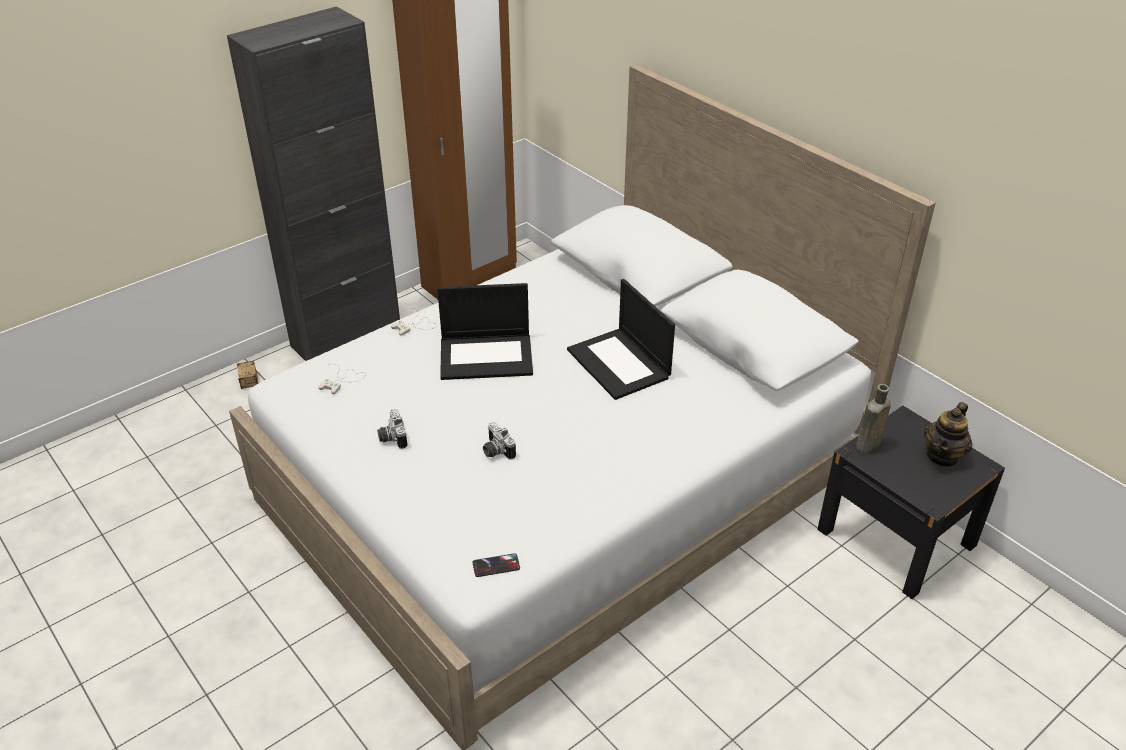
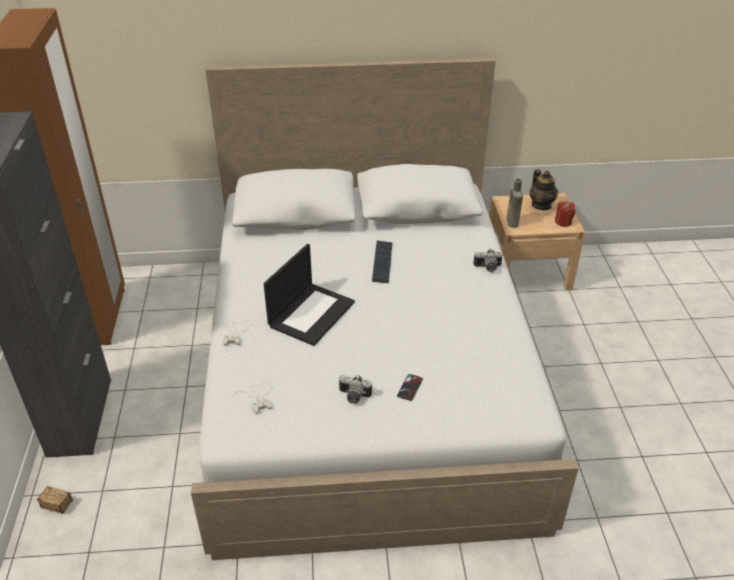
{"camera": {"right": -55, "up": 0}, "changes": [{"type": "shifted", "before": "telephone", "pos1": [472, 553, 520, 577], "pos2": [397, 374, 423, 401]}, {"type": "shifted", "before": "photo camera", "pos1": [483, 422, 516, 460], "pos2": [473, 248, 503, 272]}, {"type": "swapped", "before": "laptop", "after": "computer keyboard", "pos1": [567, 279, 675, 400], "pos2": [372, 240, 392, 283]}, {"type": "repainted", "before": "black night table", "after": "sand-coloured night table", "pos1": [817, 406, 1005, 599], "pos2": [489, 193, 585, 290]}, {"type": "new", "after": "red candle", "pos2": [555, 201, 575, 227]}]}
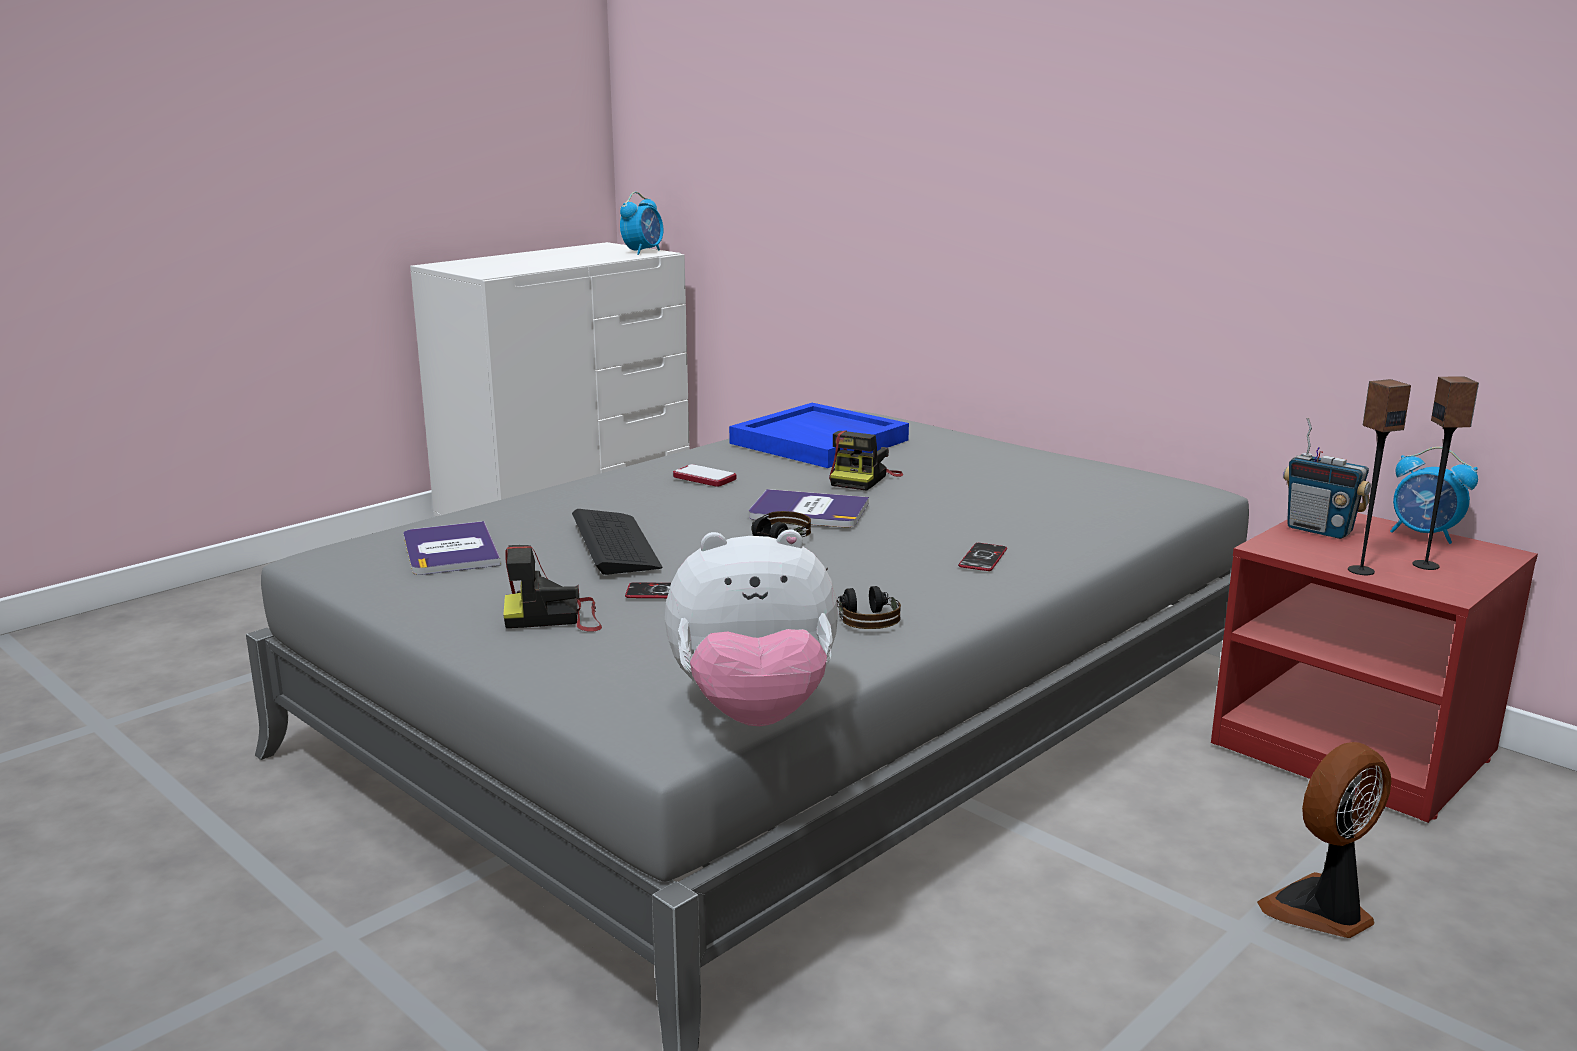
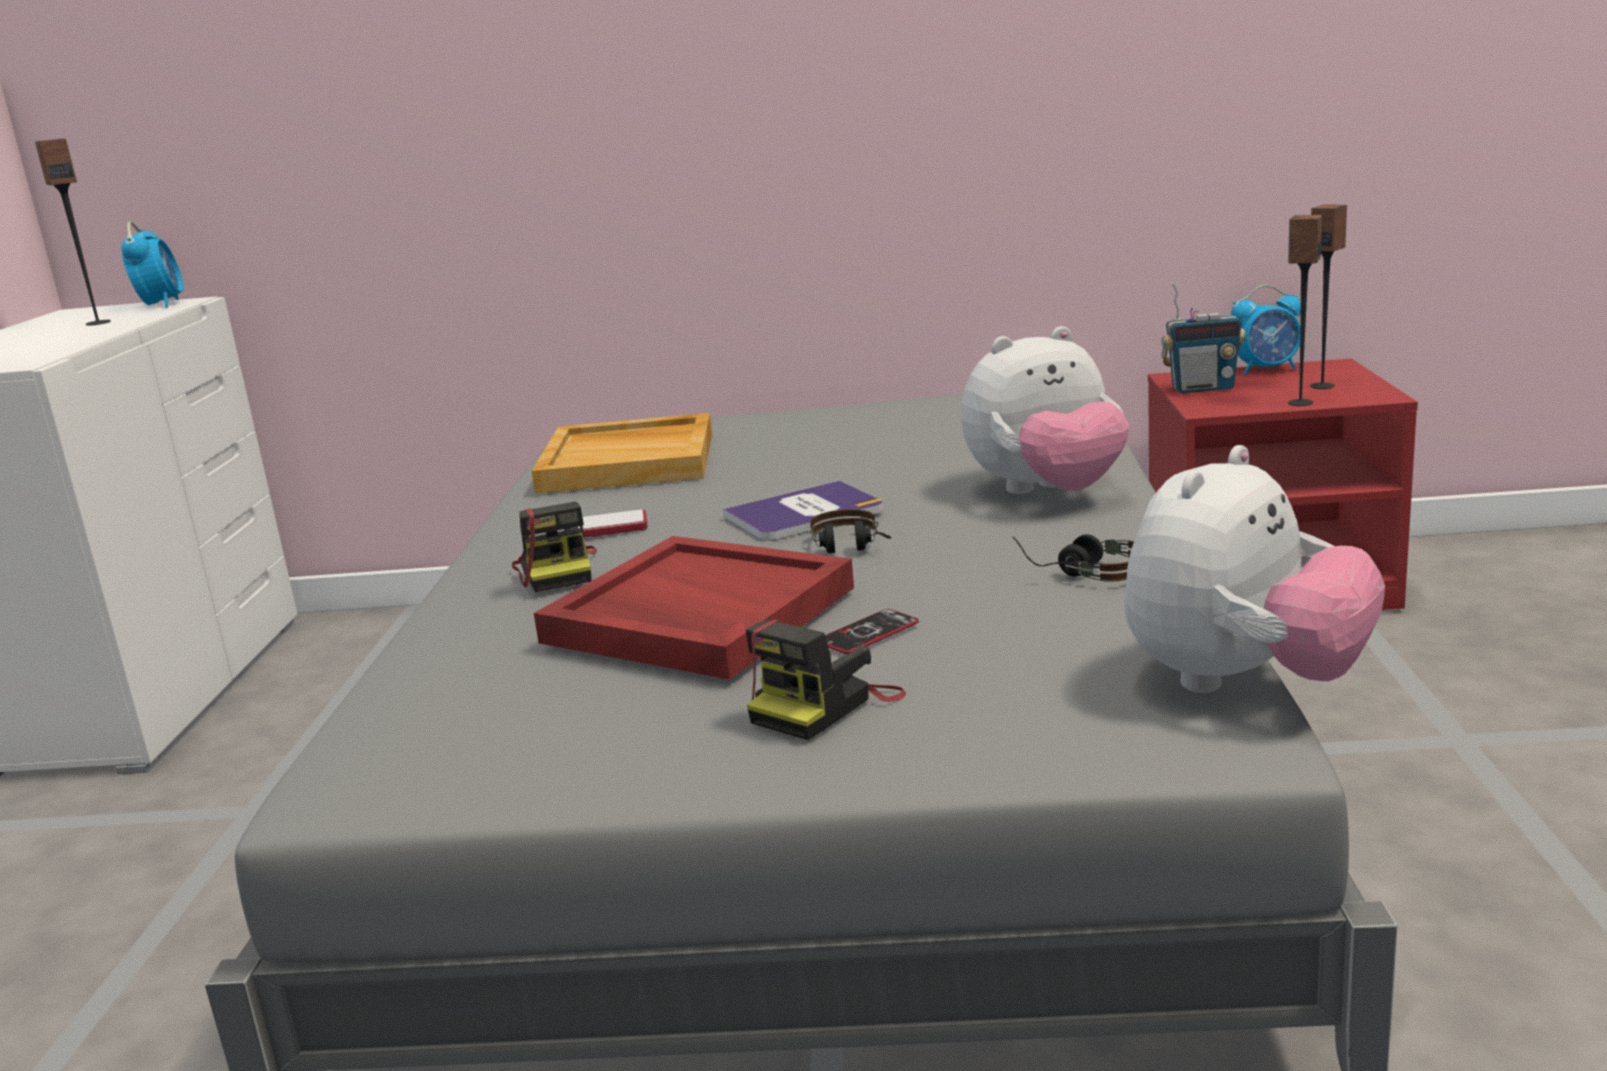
{"camera": {"right": -40, "up": 0}, "changes": [{"type": "gone", "before": "book", "pos1": [403, 521, 501, 575]}, {"type": "swapped", "before": "computer keyboard", "after": "red tray", "pos1": [572, 509, 662, 575], "pos2": [534, 536, 854, 680]}, {"type": "repainted", "before": "blue-coloured tray", "after": "sand-coloured tray", "pos1": [729, 403, 909, 468], "pos2": [532, 413, 712, 494]}, {"type": "shifted", "before": "photo camera", "pos1": [829, 431, 903, 491], "pos2": [512, 502, 597, 592]}, {"type": "swapped", "before": "telephone", "after": "cuddly toy", "pos1": [958, 543, 1007, 571], "pos2": [961, 326, 1129, 494]}, {"type": "gone", "before": "fan", "pos1": [1257, 742, 1391, 938]}, {"type": "new", "after": "speaker", "pos2": [35, 138, 111, 326]}]}
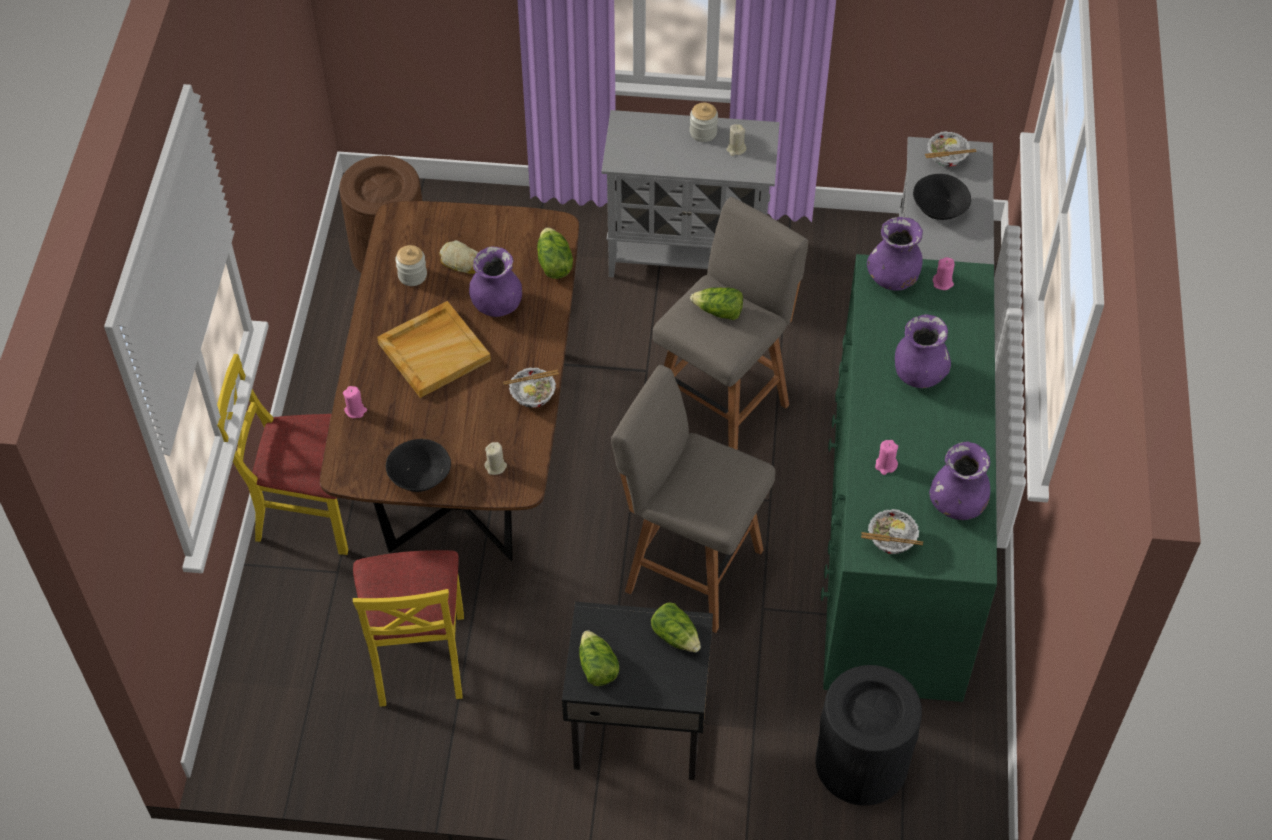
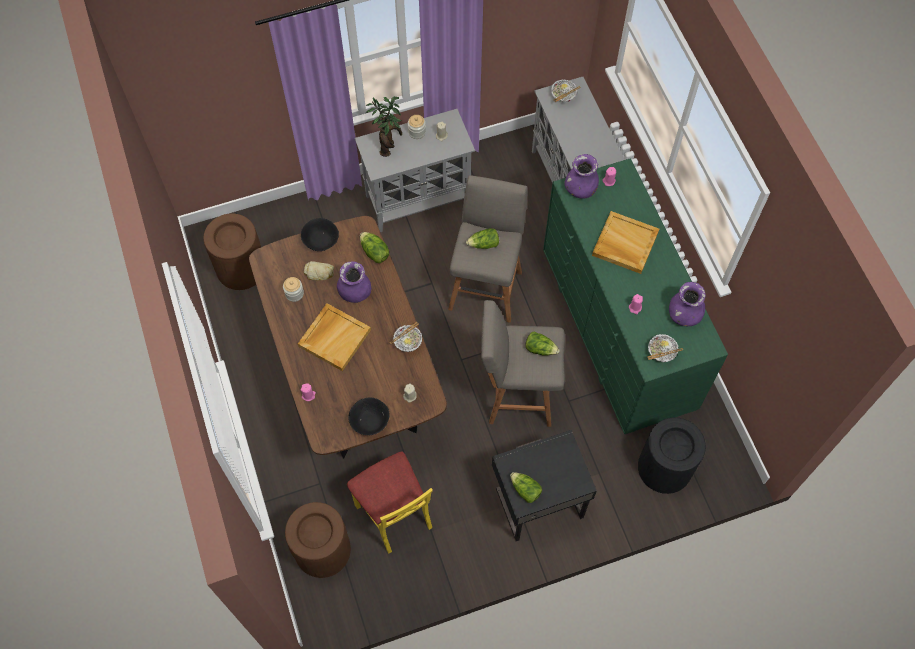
{"camera": {"right": -25, "up": 10}, "changes": [{"type": "gone", "before": "yellow chair", "pos1": [217, 354, 348, 555]}, {"type": "shifted", "before": "head of lettuce", "pos1": [651, 603, 701, 652], "pos2": [526, 331, 559, 356]}, {"type": "swapped", "before": "purplish decorative vase", "after": "sand-coloured tray", "pos1": [895, 314, 951, 388], "pos2": [592, 211, 659, 274]}, {"type": "shifted", "before": "black serving bowl", "pos1": [913, 174, 971, 220], "pos2": [301, 218, 339, 251]}, {"type": "new", "after": "brownish waste bin", "pos2": [285, 502, 351, 578]}, {"type": "new", "after": "potted plant", "pos2": [366, 96, 402, 157]}]}
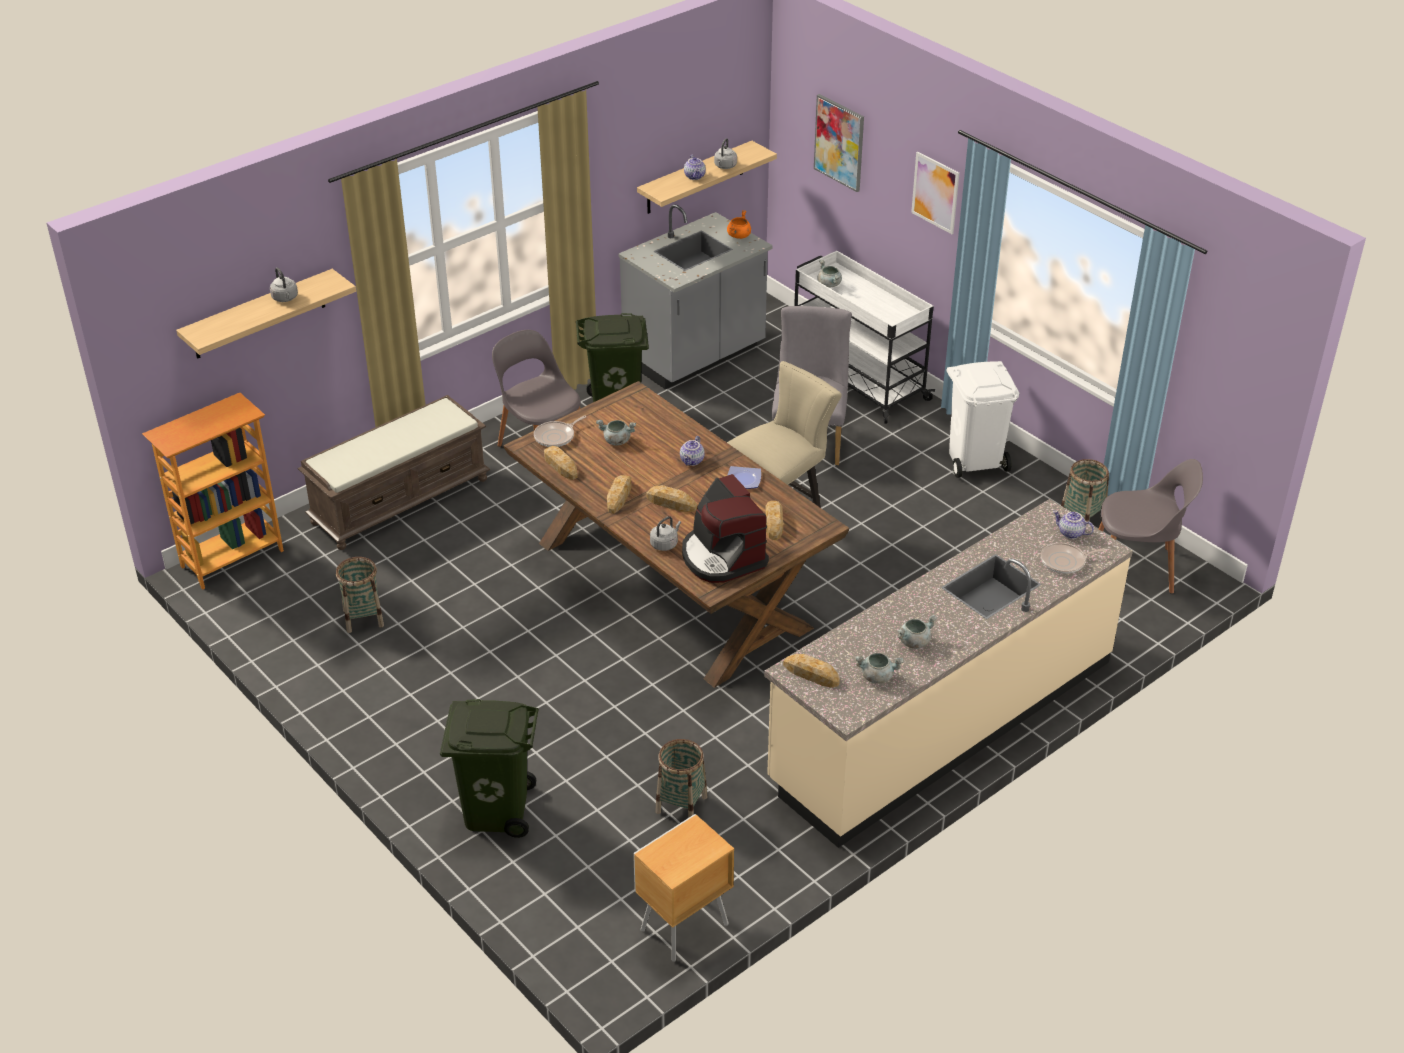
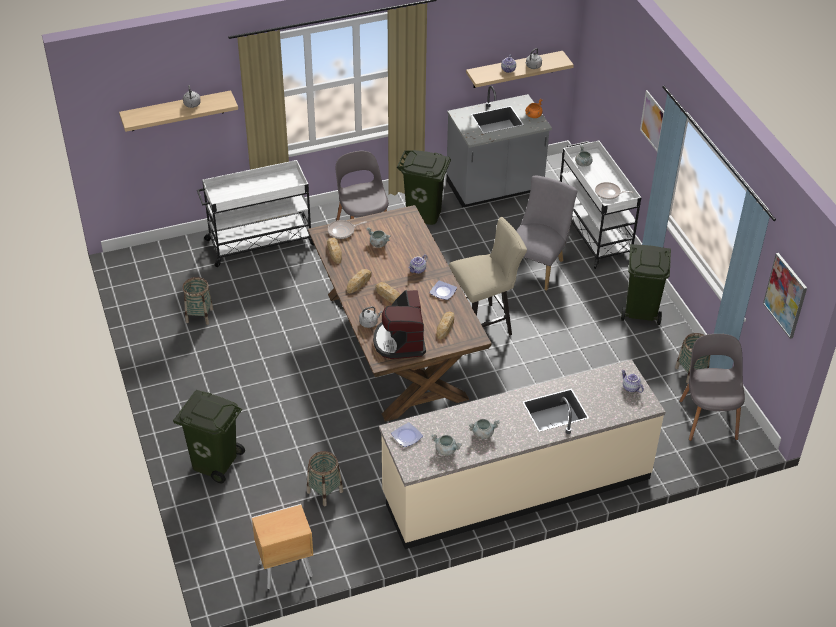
{"camera": {"right": 20, "up": 5}, "changes": [{"type": "gone", "before": "bookshelf", "pos1": [142, 393, 284, 589]}, {"type": "swapped", "before": "brownish long seat", "after": "whitish wheeled cart", "pos1": [297, 395, 490, 550], "pos2": [197, 160, 314, 267]}, {"type": "swapped", "before": "bakery bread", "after": "plate", "pos1": [783, 654, 840, 688], "pos2": [391, 422, 423, 447]}, {"type": "shifted", "before": "wall art", "pos1": [814, 94, 864, 192], "pos2": [763, 253, 807, 339]}, {"type": "repainted", "before": "whitish waste bin", "after": "green-coloured waste bin", "pos1": [947, 361, 1019, 478], "pos2": [621, 244, 671, 325]}, {"type": "shifted", "before": "pan", "pos1": [1041, 543, 1106, 574], "pos2": [595, 182, 634, 200]}, {"type": "rotated", "before": "grey chair", "pos1": [1099, 459, 1203, 594], "pos2": [679, 334, 745, 441], "turn": -120}]}
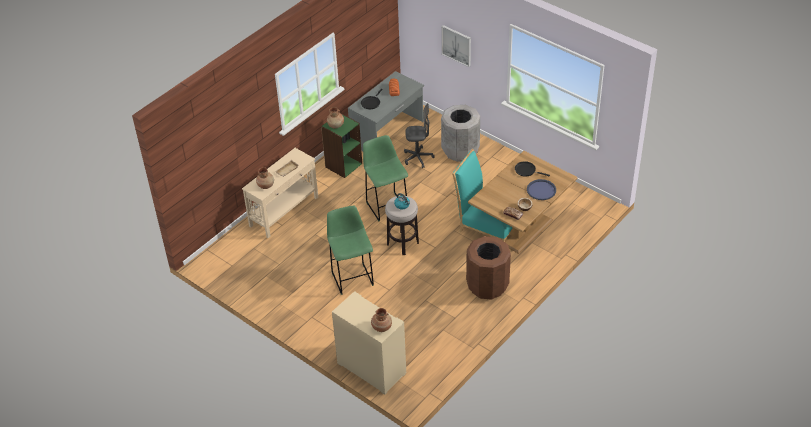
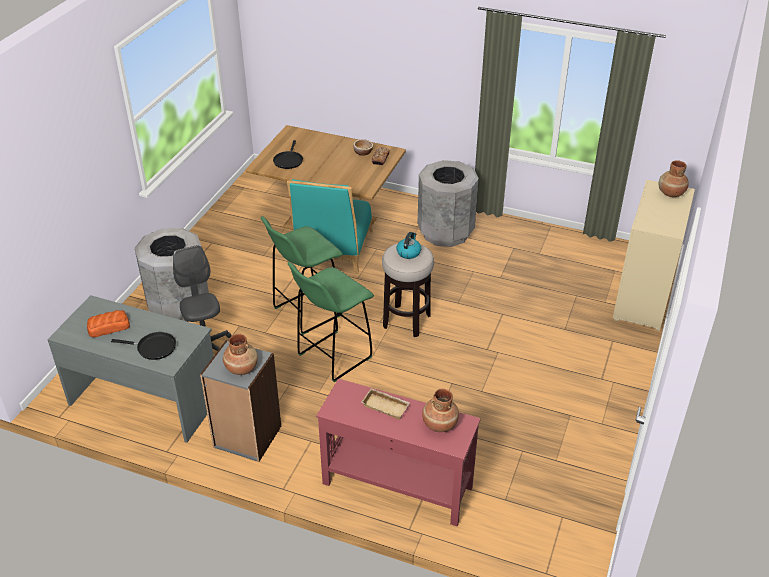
{"camera": {"right": -110, "up": -5}, "changes": [{"type": "repainted", "before": "sand-coloured narrow table", "after": "red narrow table", "pos1": [242, 148, 318, 238], "pos2": [316, 379, 481, 526]}, {"type": "repainted", "before": "green-coloured bookshelf", "after": "grey bookshelf", "pos1": [321, 112, 362, 178], "pos2": [200, 340, 281, 462]}, {"type": "shifted", "before": "green-coloured stool seat", "pos1": [327, 206, 374, 295], "pos2": [261, 216, 343, 335]}, {"type": "gone", "before": "wall art", "pos1": [441, 25, 471, 67]}, {"type": "repainted", "before": "brownish waste bin", "after": "grey waste bin", "pos1": [466, 236, 511, 300], "pos2": [418, 160, 479, 247]}, {"type": "gone", "before": "blue-coloured tray", "pos1": [527, 179, 556, 200]}]}
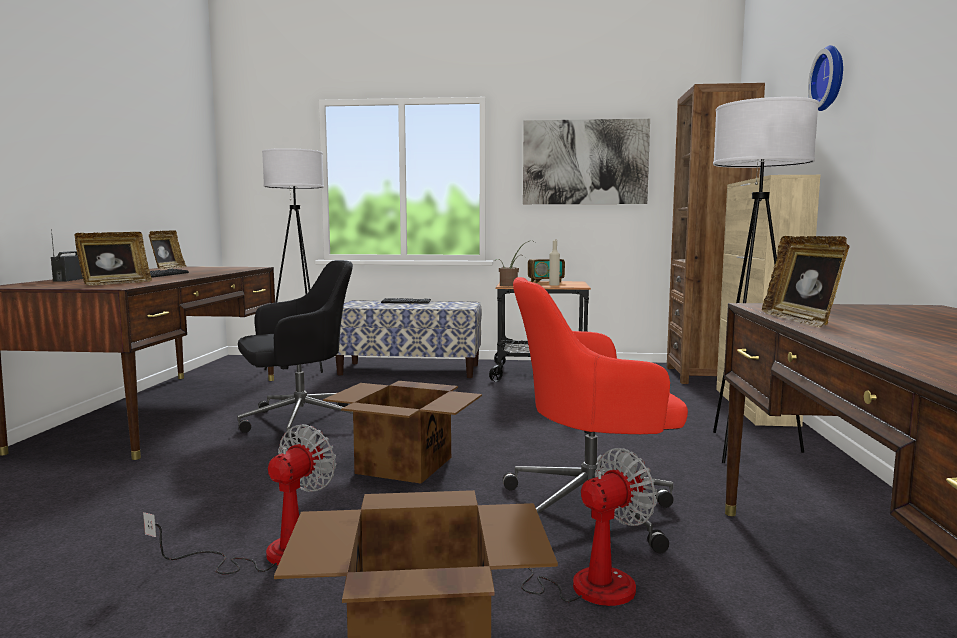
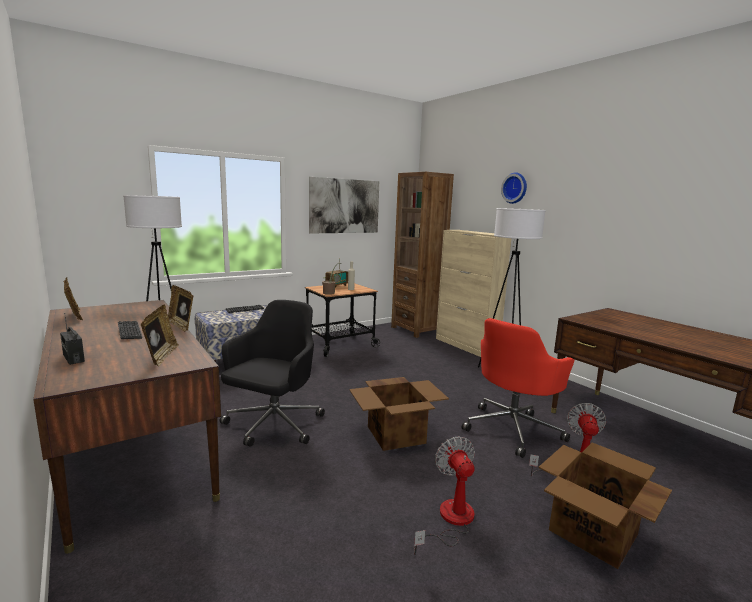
{"camera": {"right": -40, "up": 5}, "changes": [{"type": "shifted", "before": "picture frame", "pos1": [762, 236, 849, 327], "pos2": [167, 285, 194, 332]}]}
